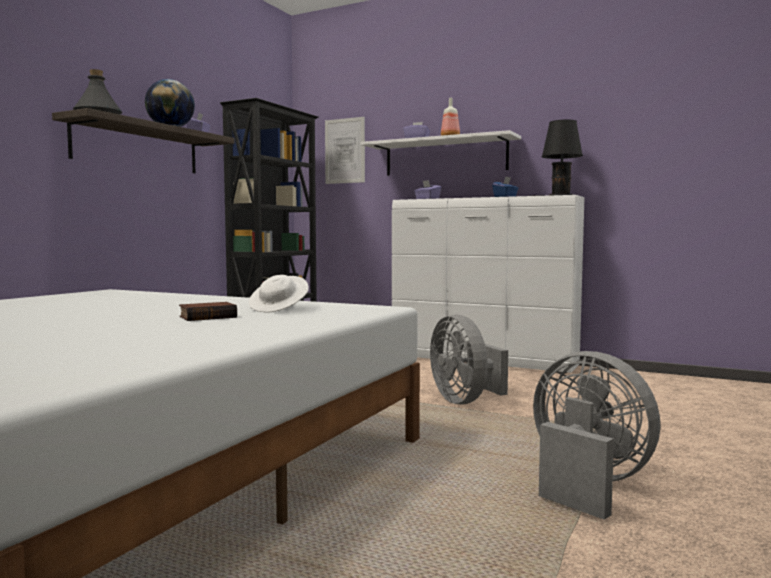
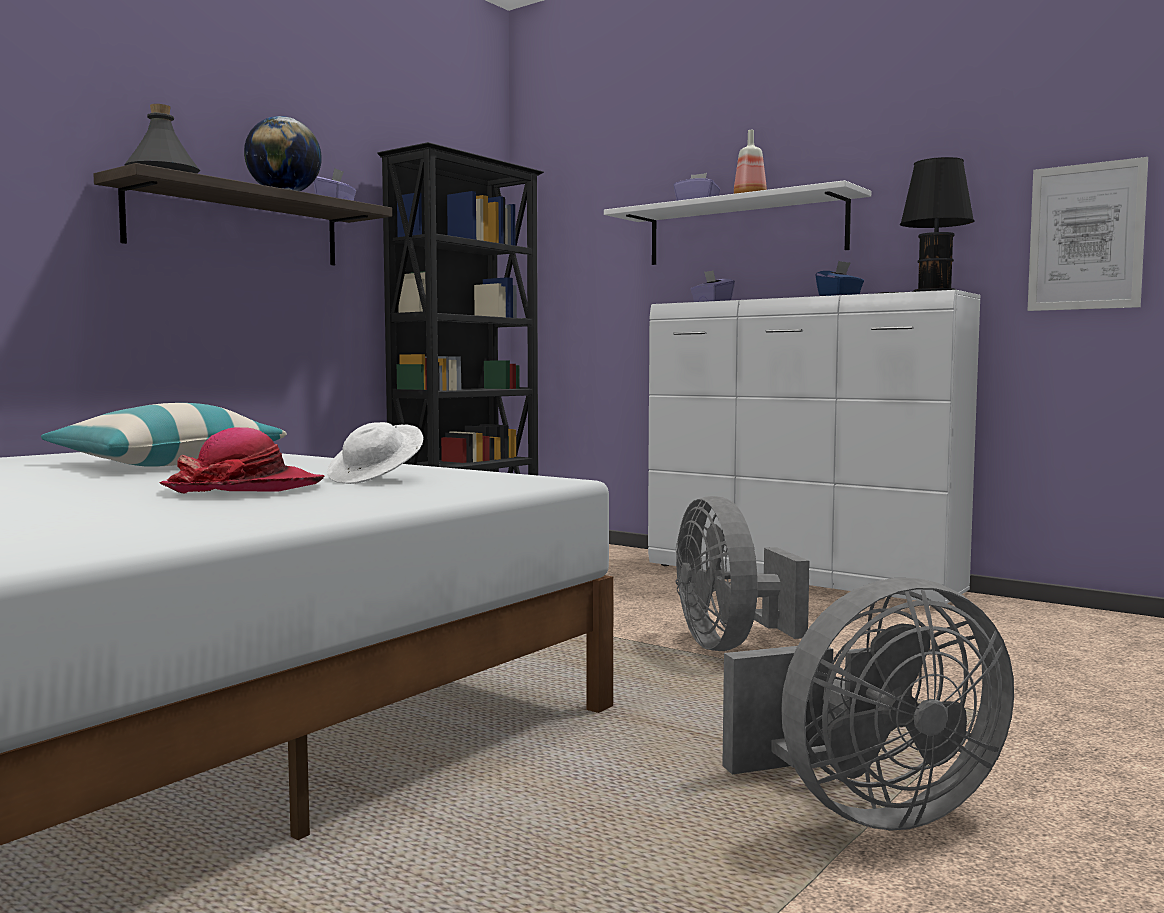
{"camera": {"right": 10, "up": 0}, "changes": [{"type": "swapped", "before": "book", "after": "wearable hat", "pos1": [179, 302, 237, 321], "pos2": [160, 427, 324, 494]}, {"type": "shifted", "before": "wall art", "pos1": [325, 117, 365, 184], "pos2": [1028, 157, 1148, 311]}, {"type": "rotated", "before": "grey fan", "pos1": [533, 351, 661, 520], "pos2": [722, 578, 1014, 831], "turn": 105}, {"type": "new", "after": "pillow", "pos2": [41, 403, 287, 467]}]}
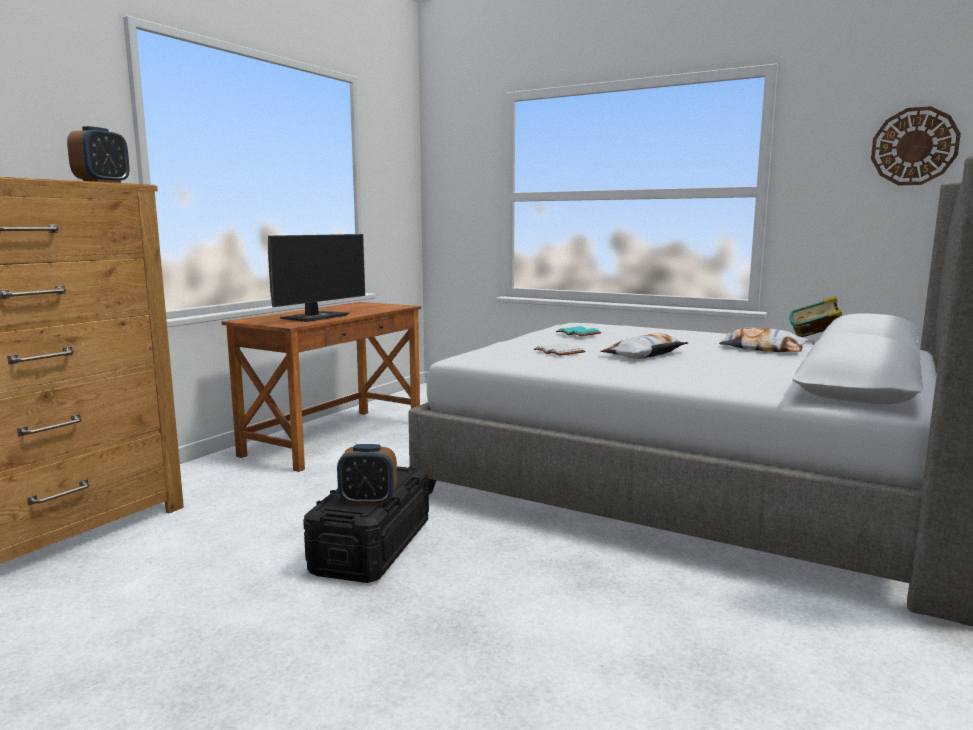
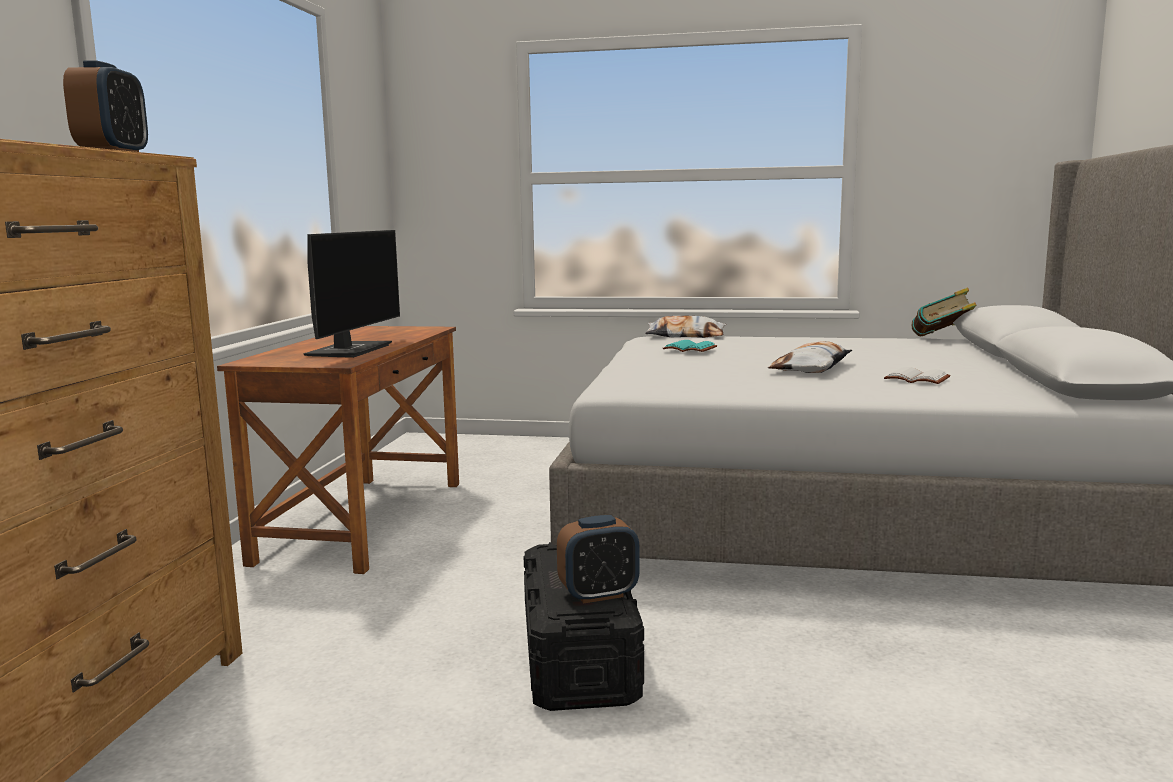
{"camera": {"right": -20, "up": 0}, "changes": [{"type": "shifted", "before": "whitish book", "pos1": [534, 343, 585, 356], "pos2": [884, 367, 951, 384]}, {"type": "shifted", "before": "pillow", "pos1": [719, 328, 809, 352], "pos2": [645, 316, 726, 338]}, {"type": "gone", "before": "clock on the wall", "pos1": [871, 106, 961, 185]}]}
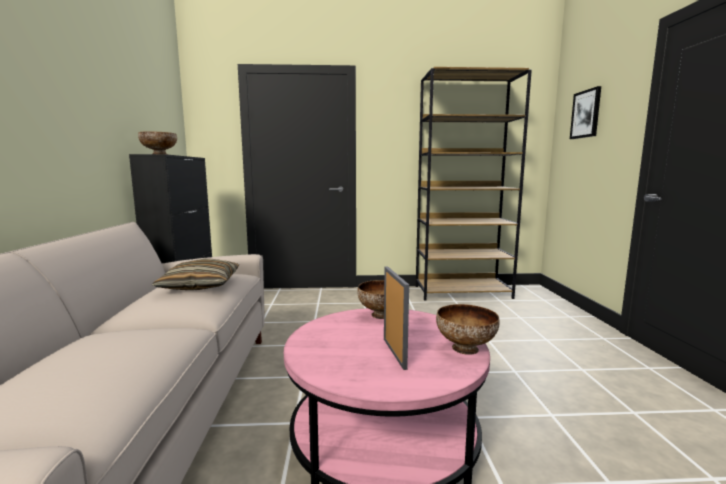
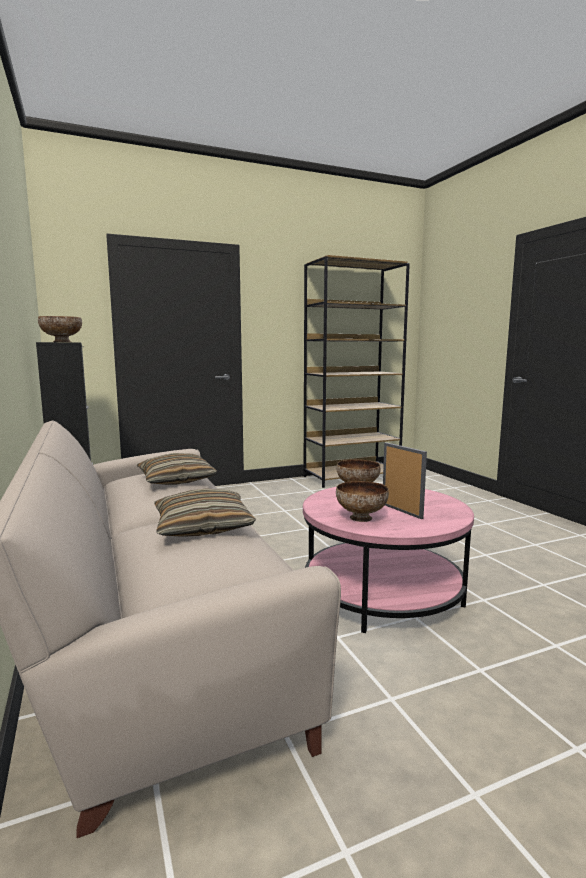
{"camera": {"right": -20, "up": 0}, "changes": [{"type": "shifted", "before": "serving bowl", "pos1": [436, 304, 500, 355], "pos2": [336, 481, 389, 522]}, {"type": "gone", "before": "wall art", "pos1": [570, 86, 601, 139]}, {"type": "new", "after": "pillow", "pos2": [154, 488, 256, 537]}]}
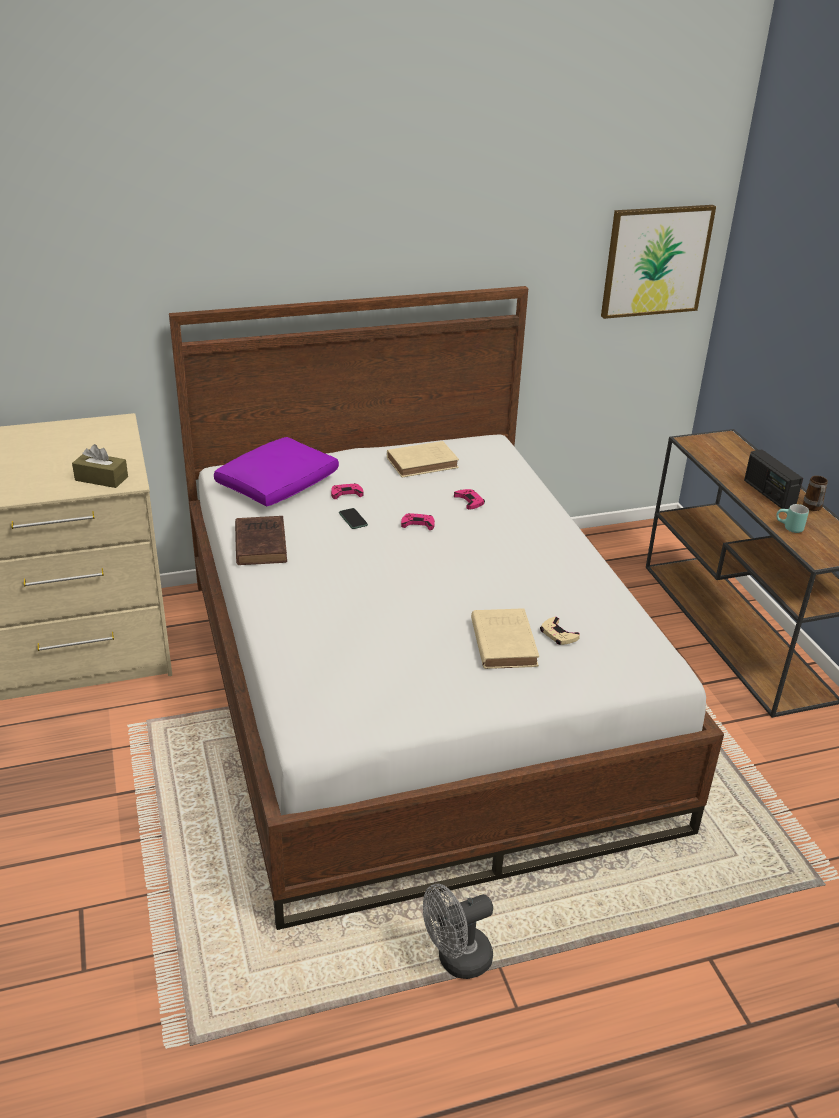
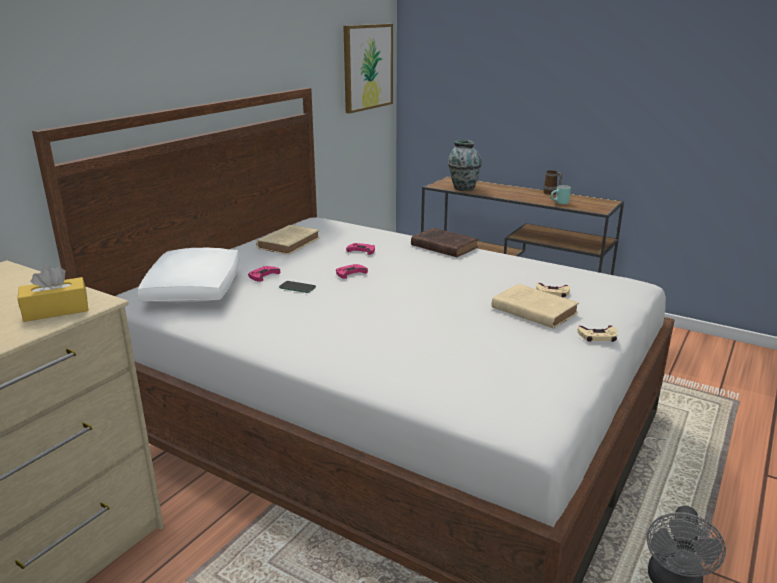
{"camera": {"right": -40, "up": -10}, "changes": [{"type": "repainted", "before": "brownish box of tissues", "after": "yellow box of tissues", "pos1": [72, 444, 128, 488], "pos2": [18, 264, 89, 322]}, {"type": "repainted", "before": "purplish pillow", "after": "whitish pillow", "pos1": [214, 437, 339, 506], "pos2": [138, 247, 240, 303]}, {"type": "shifted", "before": "brownish book", "pos1": [235, 516, 287, 565], "pos2": [411, 228, 479, 257]}, {"type": "gone", "before": "radio", "pos1": [744, 449, 803, 509]}, {"type": "new", "after": "decorative vase", "pos2": [448, 140, 482, 191]}, {"type": "new", "after": "sand-coloured game controller", "pos2": [577, 325, 618, 342]}]}
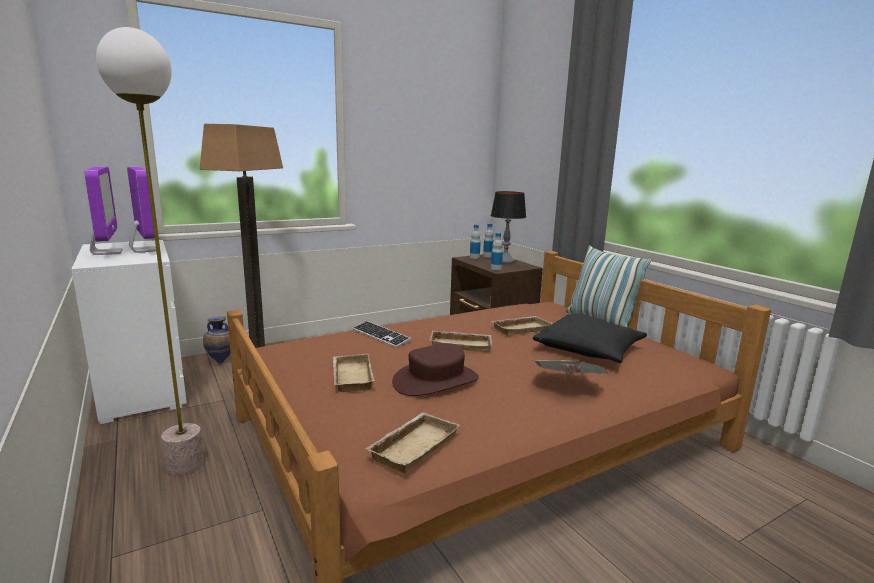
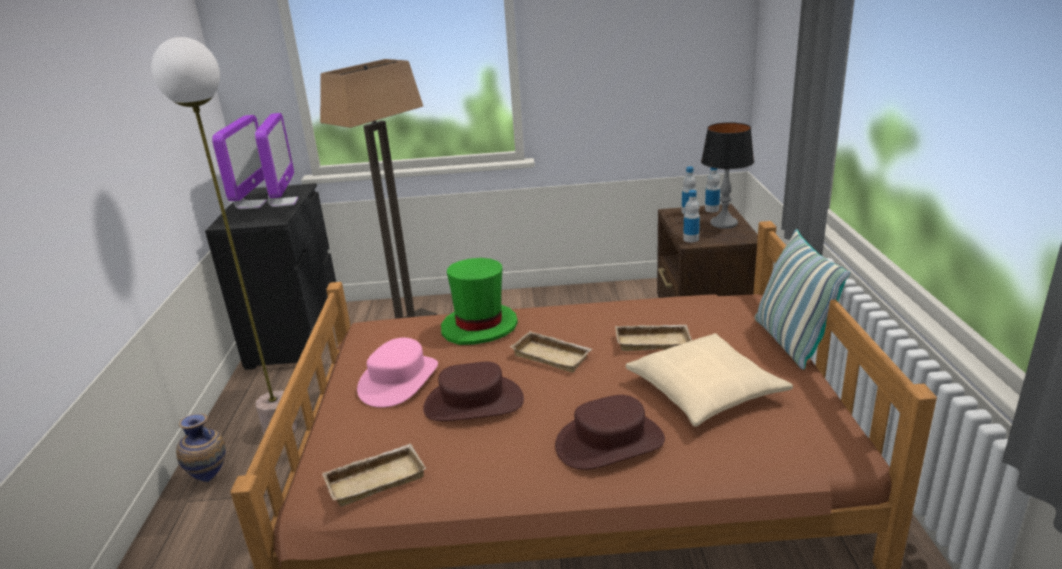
{"camera": {"right": 30, "up": 10}, "changes": [{"type": "repainted", "before": "whitish dresser", "after": "black dresser", "pos1": [71, 240, 187, 424], "pos2": [205, 183, 336, 370]}, {"type": "shifted", "before": "decorative vase", "pos1": [203, 316, 231, 363], "pos2": [176, 414, 226, 482]}, {"type": "swapped", "before": "sand-coloured tray", "after": "pink-coloured wearable hat", "pos1": [333, 354, 375, 392], "pos2": [357, 338, 438, 408]}, {"type": "swapped", "before": "computer keyboard", "after": "green-coloured wearable hat", "pos1": [353, 321, 411, 347], "pos2": [441, 258, 518, 345]}, {"type": "repainted", "before": "black pillow", "after": "sand-coloured pillow", "pos1": [533, 314, 647, 363], "pos2": [626, 333, 793, 427]}, {"type": "swapped", "before": "daily paper", "after": "brownish wearable hat", "pos1": [533, 360, 608, 374], "pos2": [555, 395, 665, 470]}]}
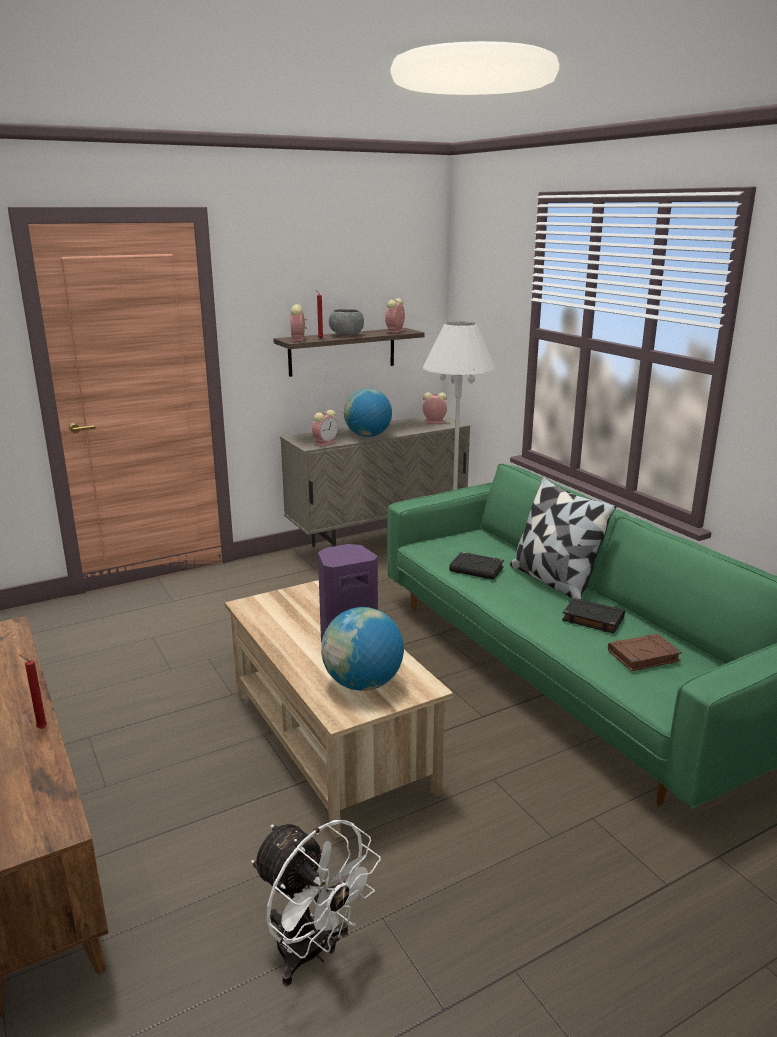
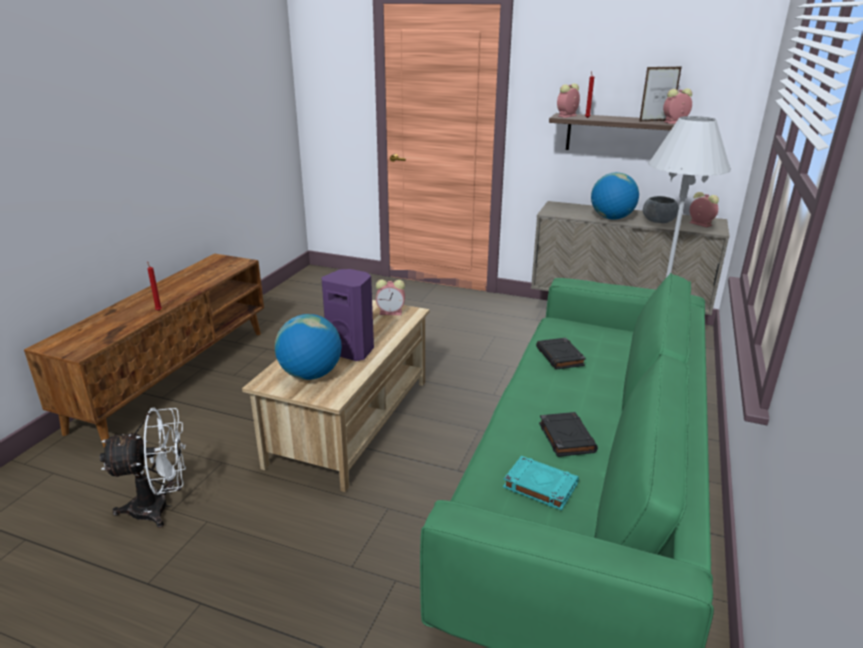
{"camera": {"right": 50, "up": 5}, "changes": [{"type": "rotated", "before": "whitish fan", "pos1": [251, 820, 381, 986], "pos2": [100, 408, 186, 528], "turn": -105}, {"type": "shifted", "before": "bedside clock", "pos1": [312, 410, 338, 447], "pos2": [376, 280, 405, 315]}, {"type": "shifted", "before": "grey serving bowl", "pos1": [329, 309, 364, 336], "pos2": [643, 196, 678, 223]}, {"type": "gone", "before": "pillow", "pos1": [510, 476, 617, 599]}, {"type": "repainted", "before": "brownish book", "after": "turquoise book", "pos1": [608, 634, 682, 671], "pos2": [503, 456, 579, 510]}, {"type": "new", "after": "picture frame", "pos2": [639, 67, 682, 122]}]}
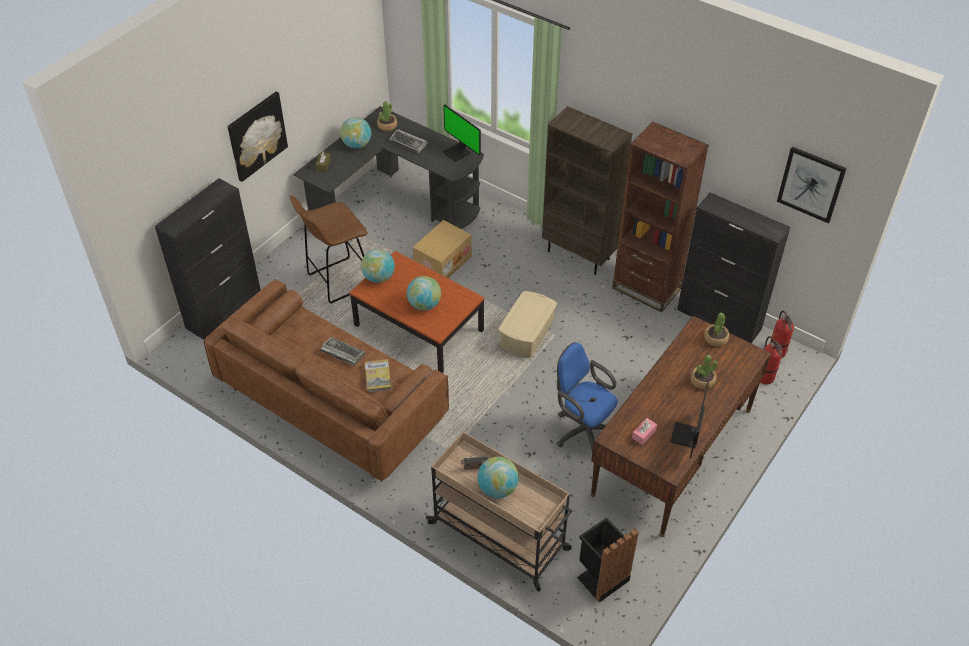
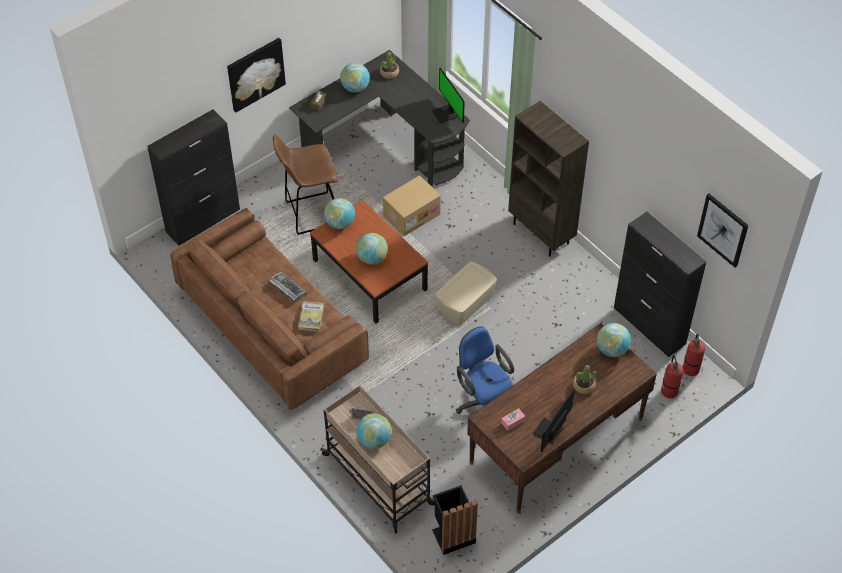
{"camera": {"right": 15, "up": 5}, "changes": [{"type": "gone", "before": "computer keyboard", "pos1": [389, 129, 428, 153]}, {"type": "gone", "before": "brownish bookshelf", "pos1": [612, 122, 709, 312]}, {"type": "swapped", "before": "potted plant", "after": "desk globe", "pos1": [704, 313, 729, 347], "pos2": [597, 323, 631, 357]}]}
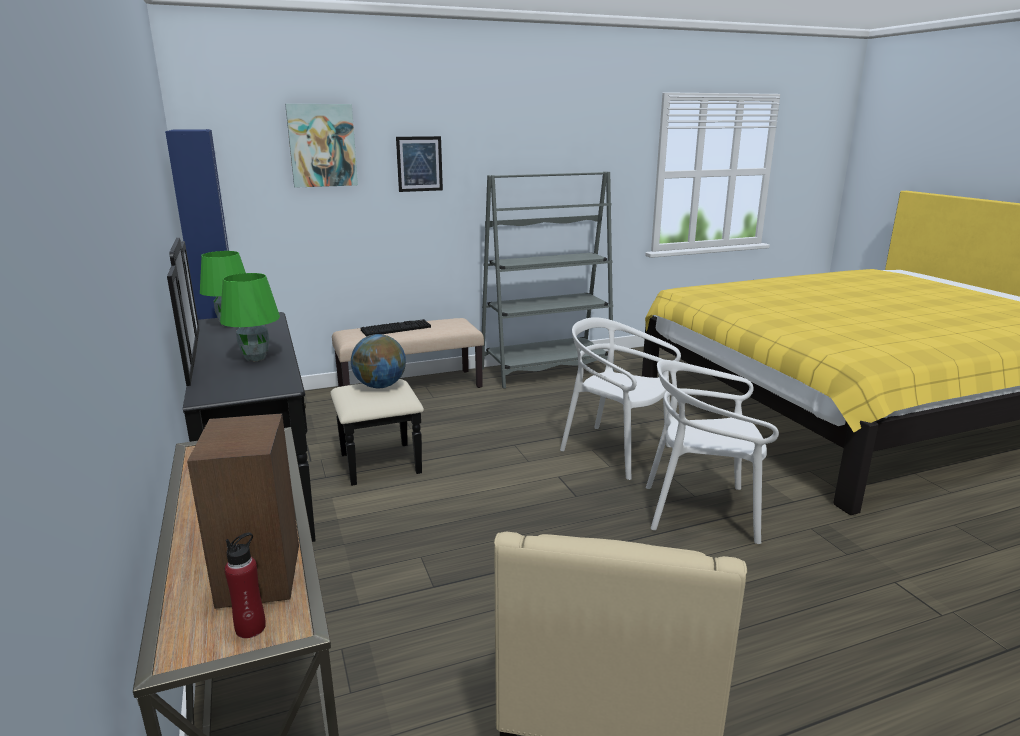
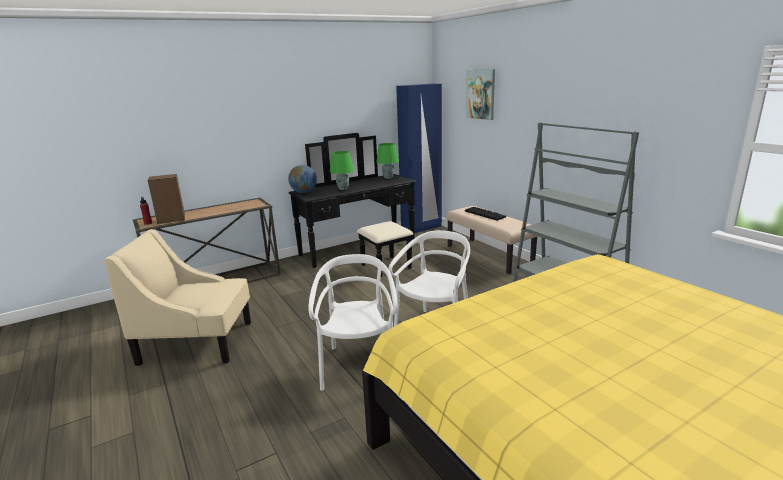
{"camera": {"right": 80, "up": 0}, "changes": [{"type": "shifted", "before": "desk globe", "pos1": [351, 334, 406, 388], "pos2": [288, 165, 317, 193]}, {"type": "gone", "before": "wall art", "pos1": [396, 136, 443, 192]}]}
